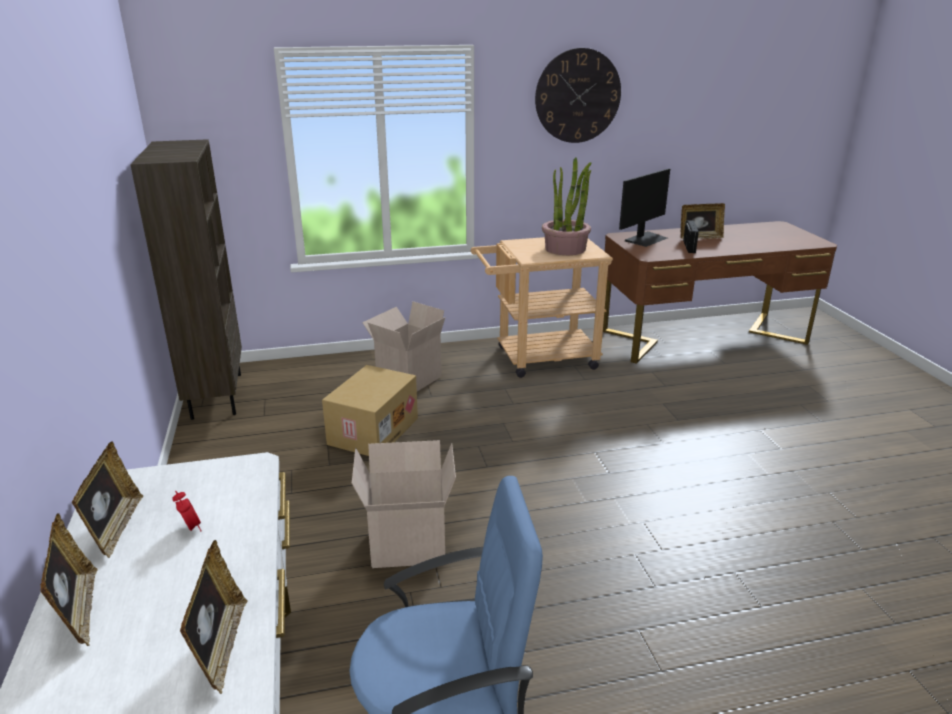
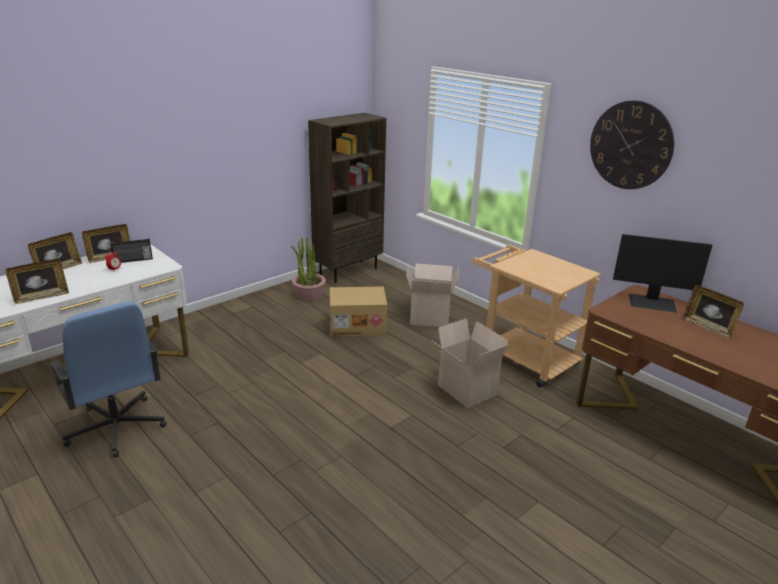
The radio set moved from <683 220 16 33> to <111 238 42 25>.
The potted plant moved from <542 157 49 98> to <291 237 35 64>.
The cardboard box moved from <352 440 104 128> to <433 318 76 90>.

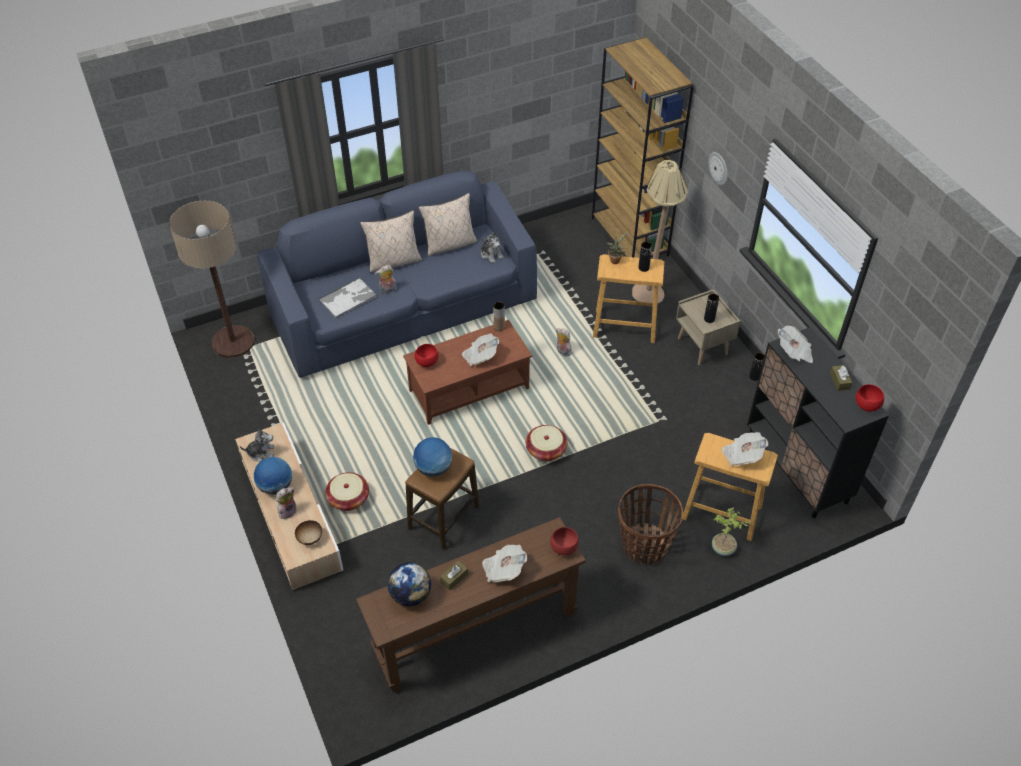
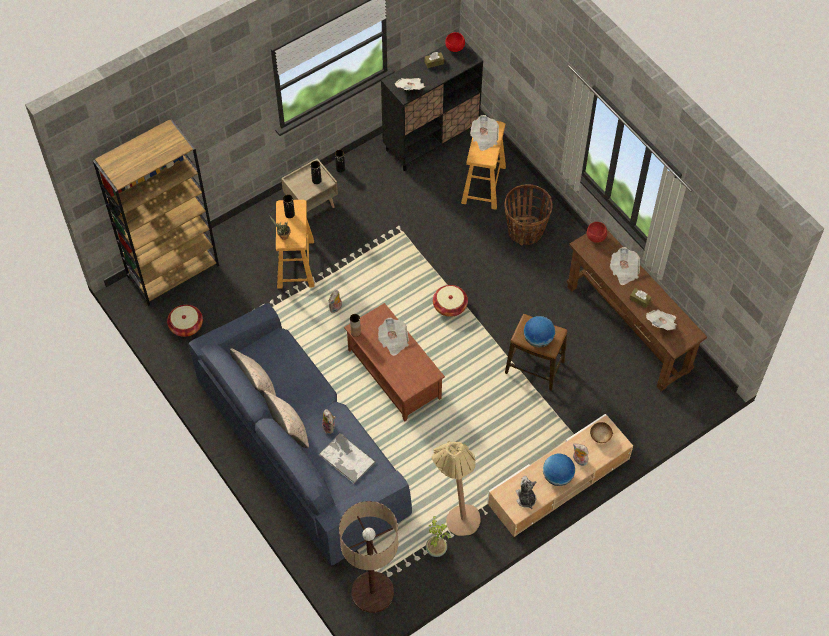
The basket moved from <325 472 44 39> to <167 305 36 32>.
The potted plant moved from <712 507 41 49> to <426 516 25 41>.
The floor lamp (sand-coloured) moved from <632 159 56 144> to <432 440 49 96>.
The globe at <387 562 44 44> was replaced by the newspaper at <646 309 31 22>.
The serving bowl (reddish) at <414 344 24 23> disappeared.
The plush toy at <481 232 23 32> disappeared.
The clock on the wall at <708 152 20 33> disappeared.

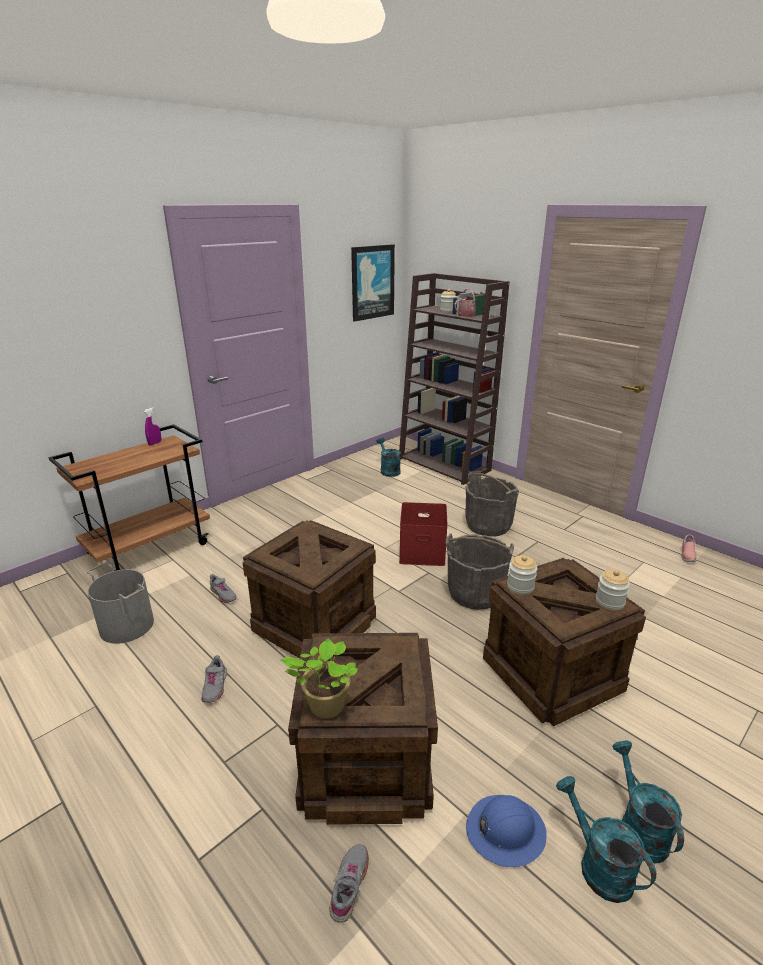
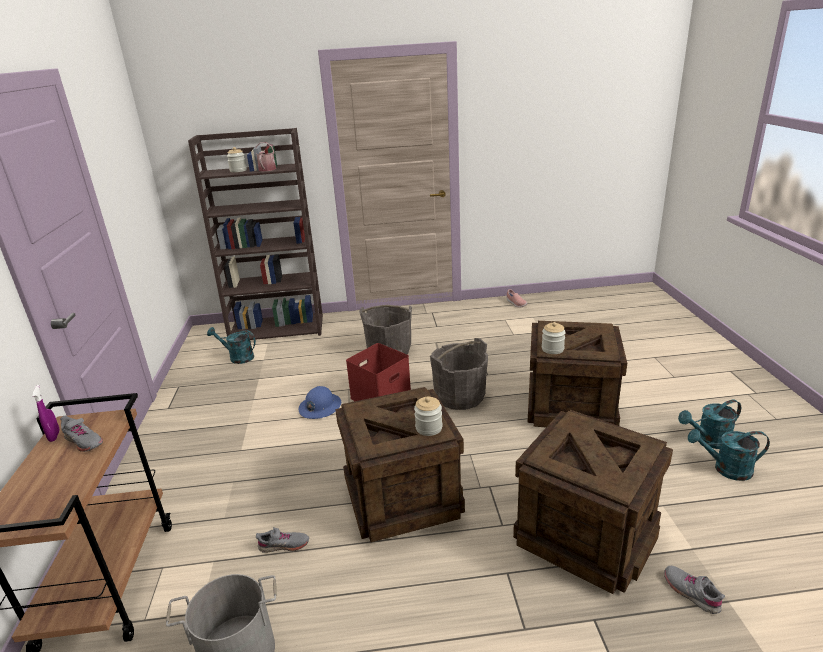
The shoe (grey) moved from <201 655 26 48> to <60 415 43 37>.
The work helmet (blue-coloured) moved from <466 795 81 72> to <298 386 43 33>.
The preserve jar moved from <596 569 34 42> to <414 397 29 39>.
The watering can (turquoise) at <612 740 72 123> turned 45 degrees counterclockwise.
The potted plant at <281 639 77 80> disappeared.
The wall picture at <351 244 44 78> disappeared.

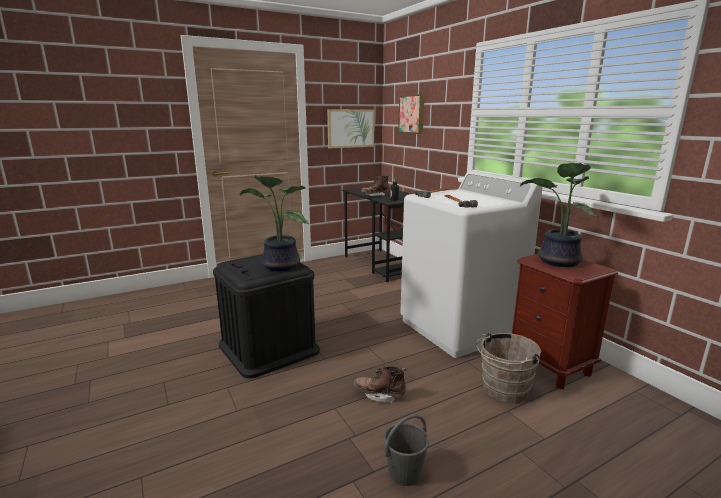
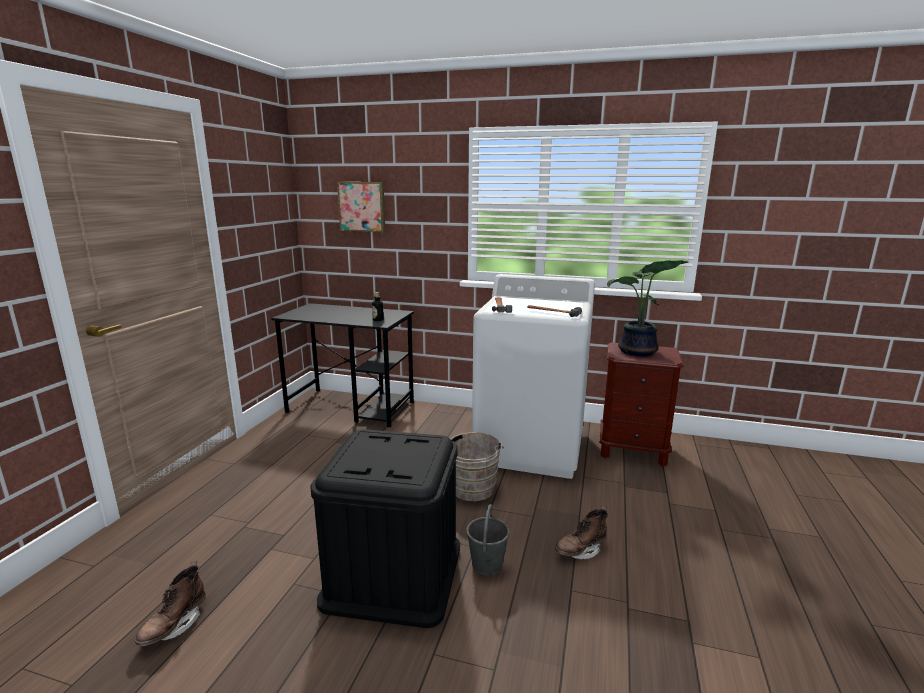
The tall boot (brownish) moved from <361 175 28 21> to <135 561 71 85>.
The pail (brownish) moved from <476 333 65 70> to <451 432 52 70>.
The pail (grey) moved from <384 414 45 72> to <466 504 44 71>.
The potted plant at <240 175 69 96> disappeared.
The wall picture at <327 109 48 39> disappeared.

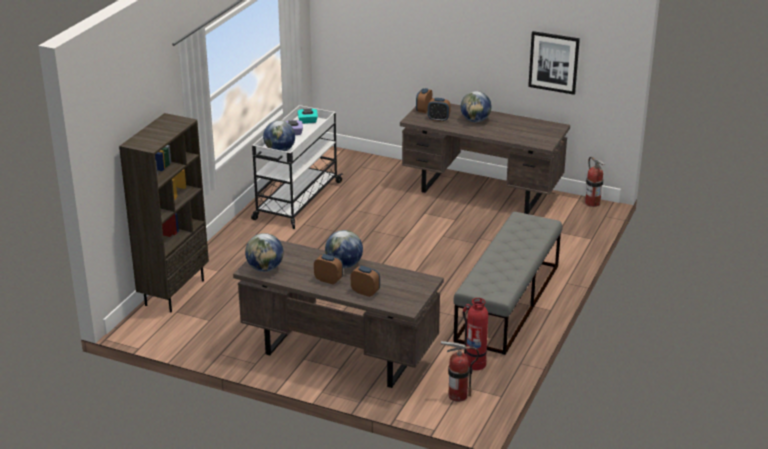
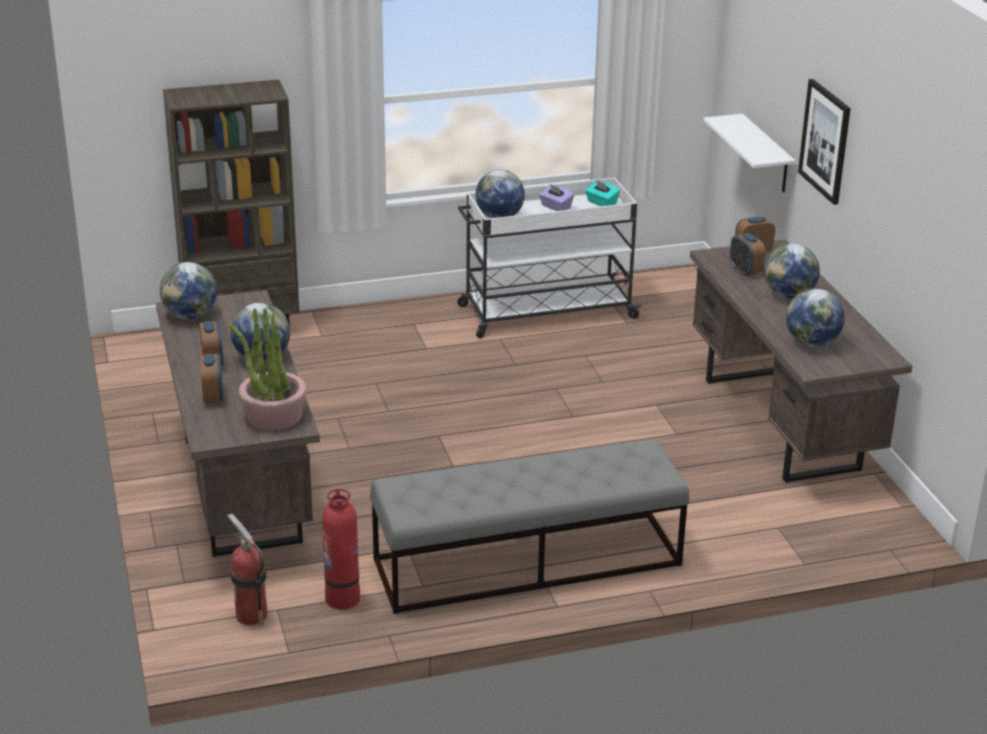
The potted plant at <229 308 78 122> appeared.
The bracket shelf (white-coloured) at <703 114 92 79> appeared.
The globe at <786 289 59 58> appeared.
The wall picture moved from <528 31 52 64> to <798 79 53 126>.
The extinguisher at <585 157 20 50> disappeared.

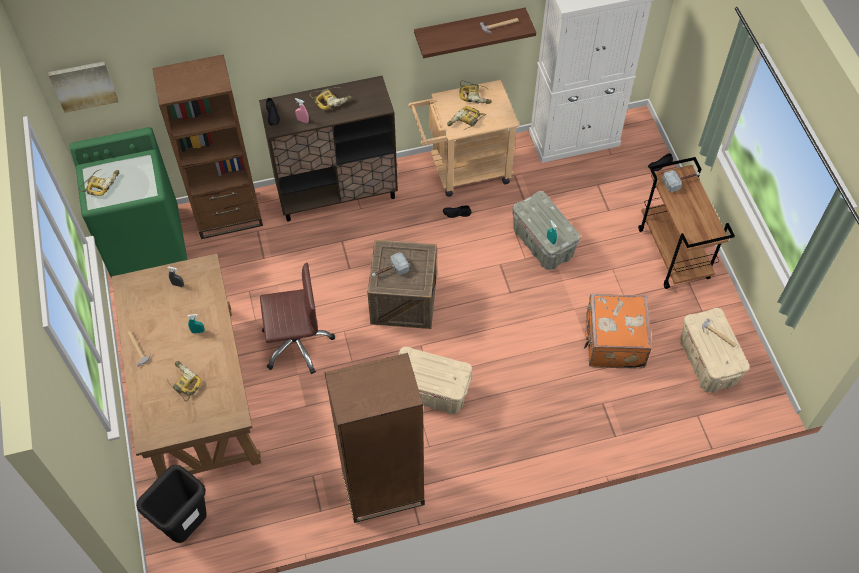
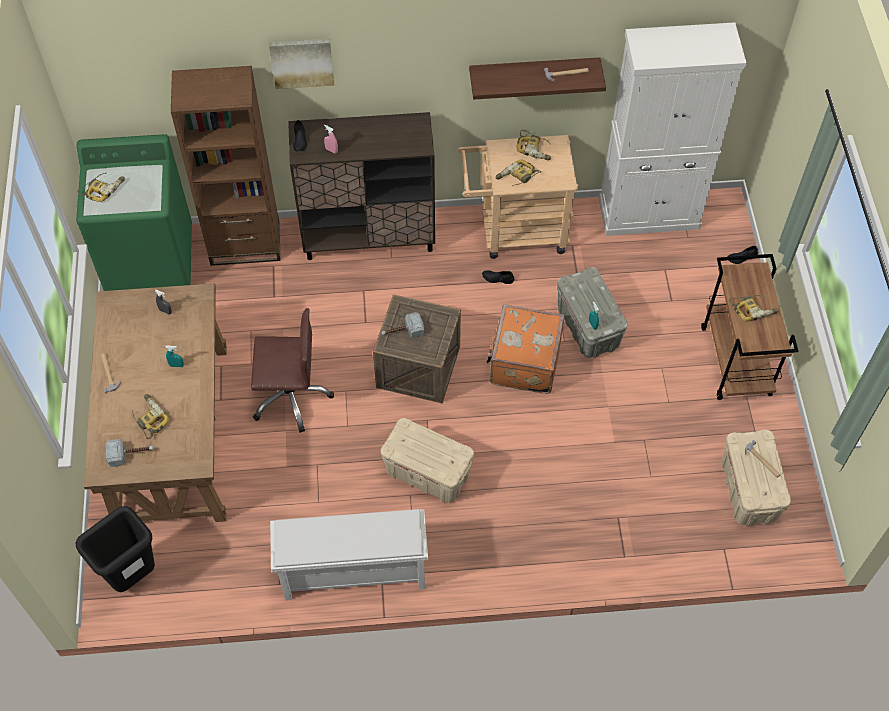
The tool hammer moved from <662 170 38 22> to <106 439 48 28>.
The wall picture moved from <48 62 70 51> to <269 39 65 50>.
The bookcase (brownish) at <324 353 101 170> was replaced by the shoe shelf (white-coloured) at <270 509 158 91>.
The travel case (orangey) moved from <584 294 68 75> to <487 304 78 90>.
The electric drill moved from <310 87 42 23> to <729 295 50 26>.

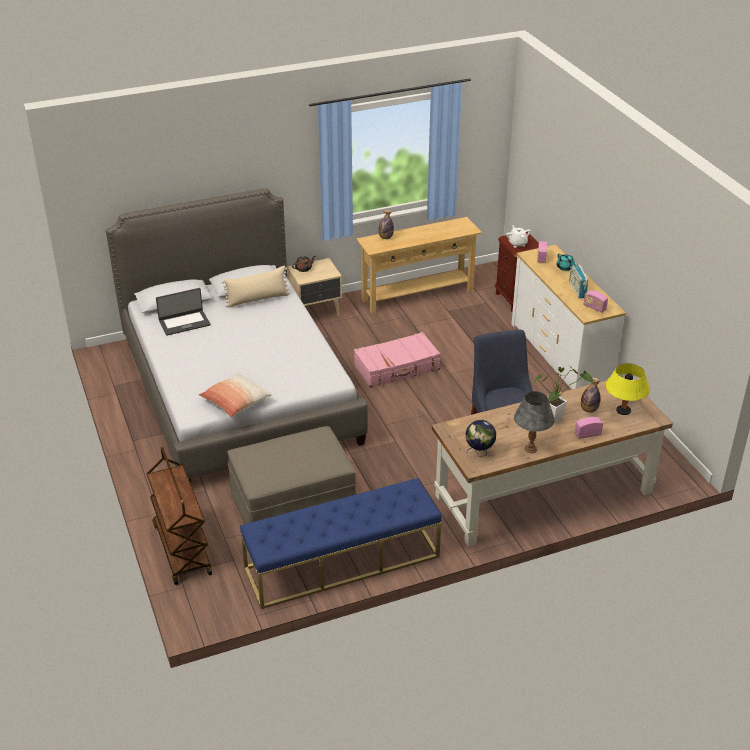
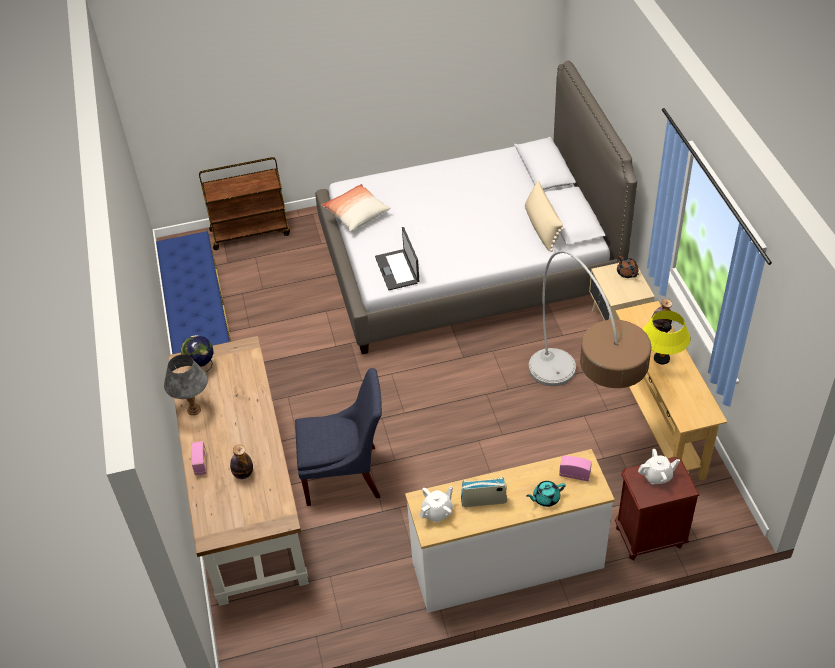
The notebook computer moved from <156 288 54 48> to <375 227 44 63>.
The radio set at <584 290 24 23> was replaced by the teapot (white-coloured) at <420 486 33 37>.
The floor lamp at <528 250 124 138> appeared.
The table lamp (yellow-coloured) moved from <605 363 45 52> to <642 310 48 54>.
The pouffe (sand-coloured) at <227 426 129 98> disappeared.
The travel case (pinkish) at <354 332 87 56> disappeared.
The potted plant at <533 365 60 59> disappeared.

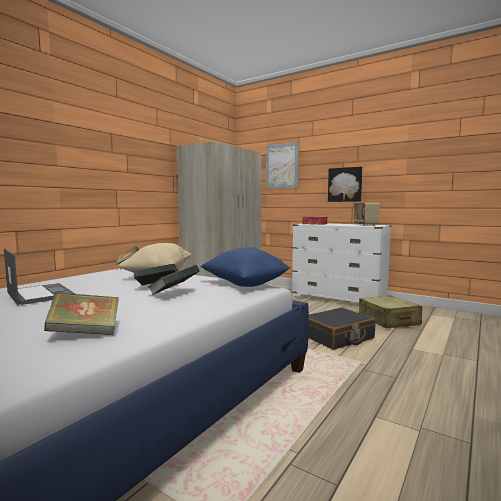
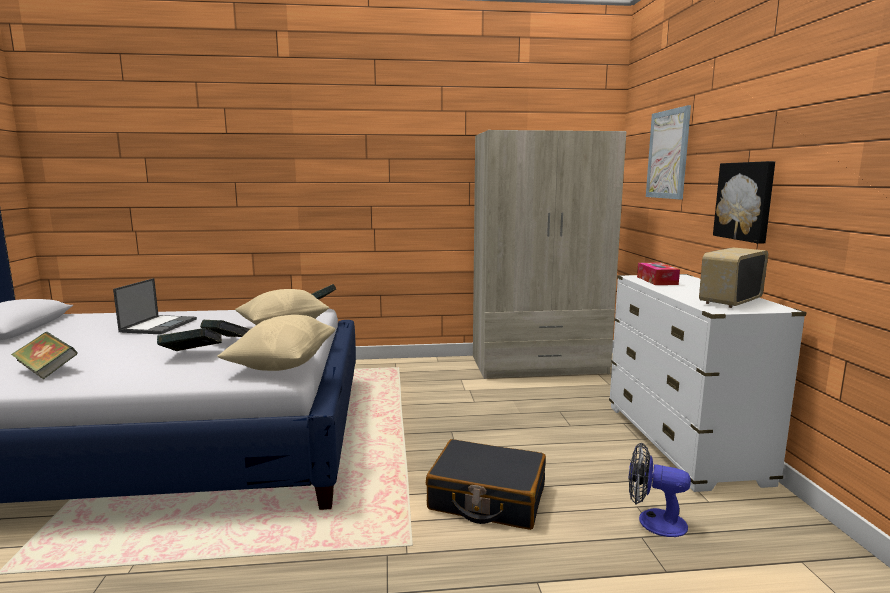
The throw pillow (blue-coloured) at <201 247 89 40> became the throw pillow (sand-coloured) at <217 315 118 56>.
The travel case (sand-coloured) at <359 296 63 32> was replaced by the fan at <628 442 63 95>.

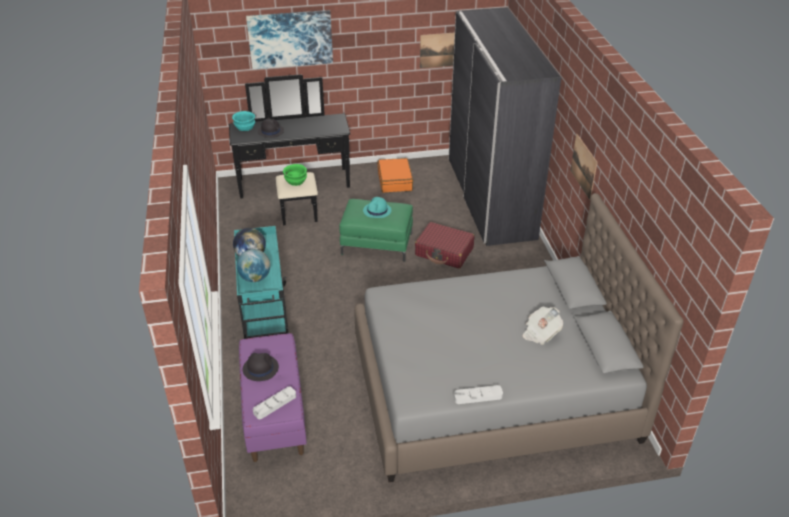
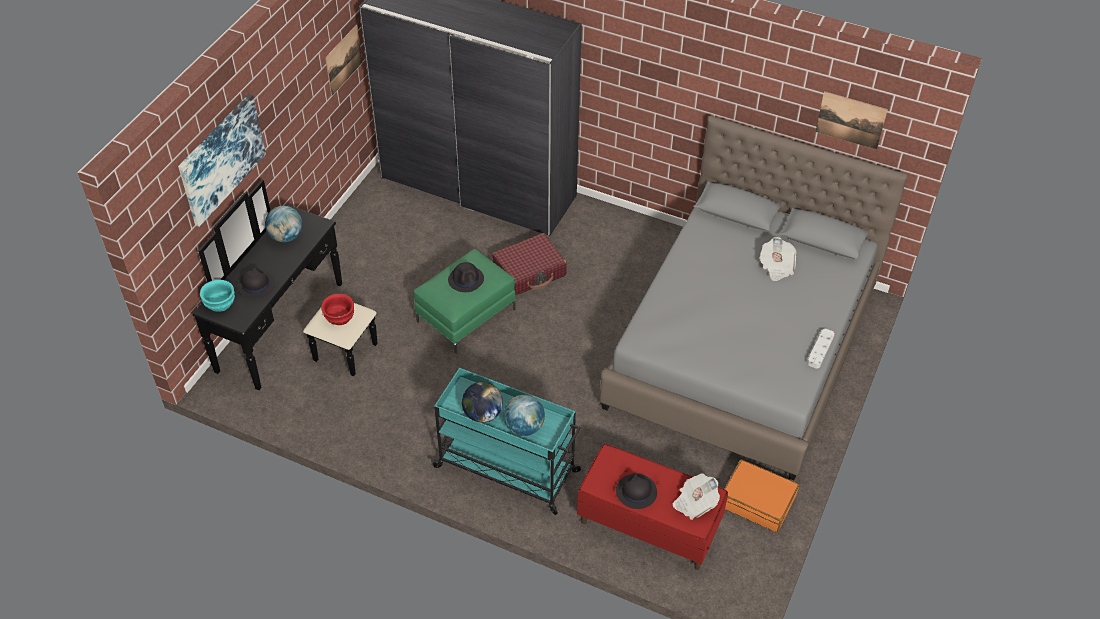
The globe at <265 206 37 36> appeared.
The serving bowl (green) at <283 164 24 22> became the serving bowl (reddish) at <321 294 33 31>.
The hat (turquoise) at <363 197 28 21> became the hat (black-coloured) at <448 262 36 30>.
The indoor bench (purple) at <239 333 68 129> became the indoor bench (reddish) at <577 444 151 126>.
The serving tray (grey) at <253 387 43 32> was replaced by the newspaper at <673 473 47 47>.
The travel case (orangey) moved from <378 158 35 35> to <724 459 75 73>.
The wall picture moved from <570 134 28 66> to <815 91 73 59>.

